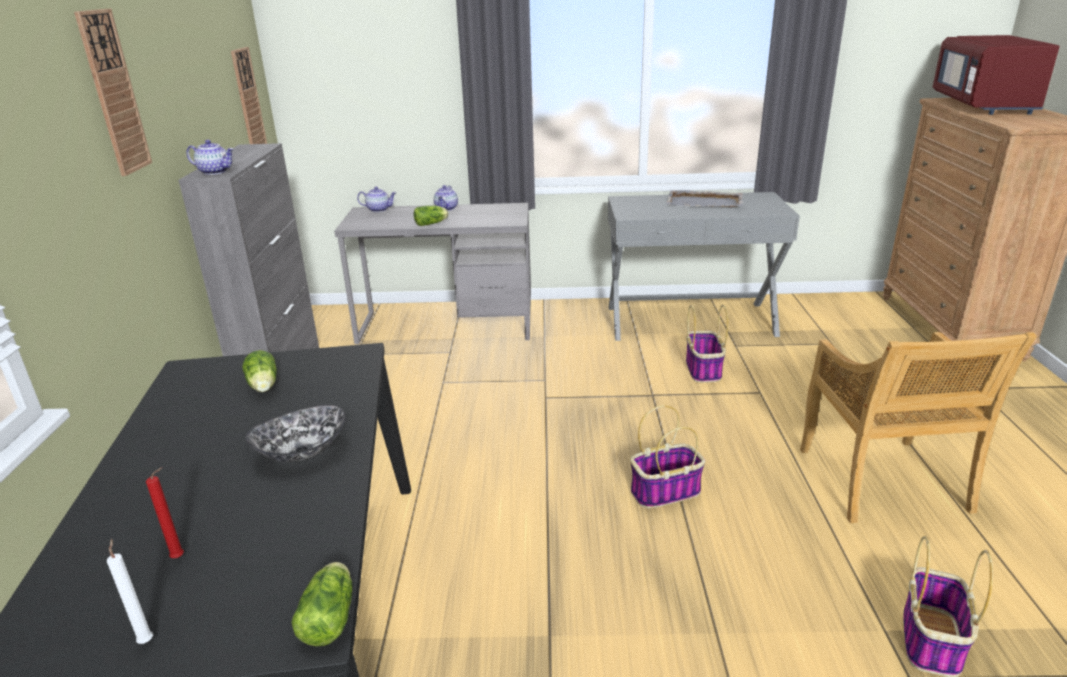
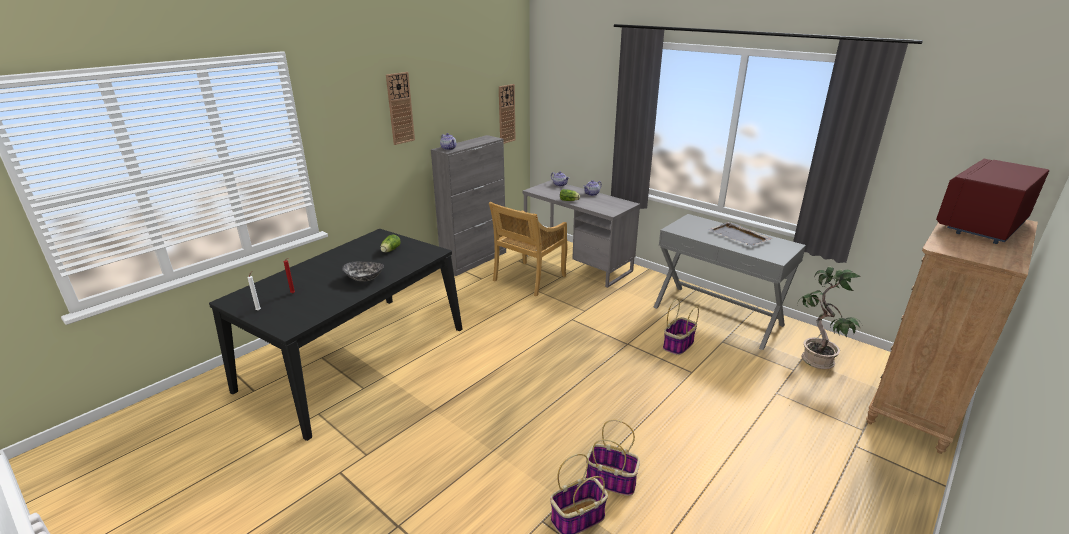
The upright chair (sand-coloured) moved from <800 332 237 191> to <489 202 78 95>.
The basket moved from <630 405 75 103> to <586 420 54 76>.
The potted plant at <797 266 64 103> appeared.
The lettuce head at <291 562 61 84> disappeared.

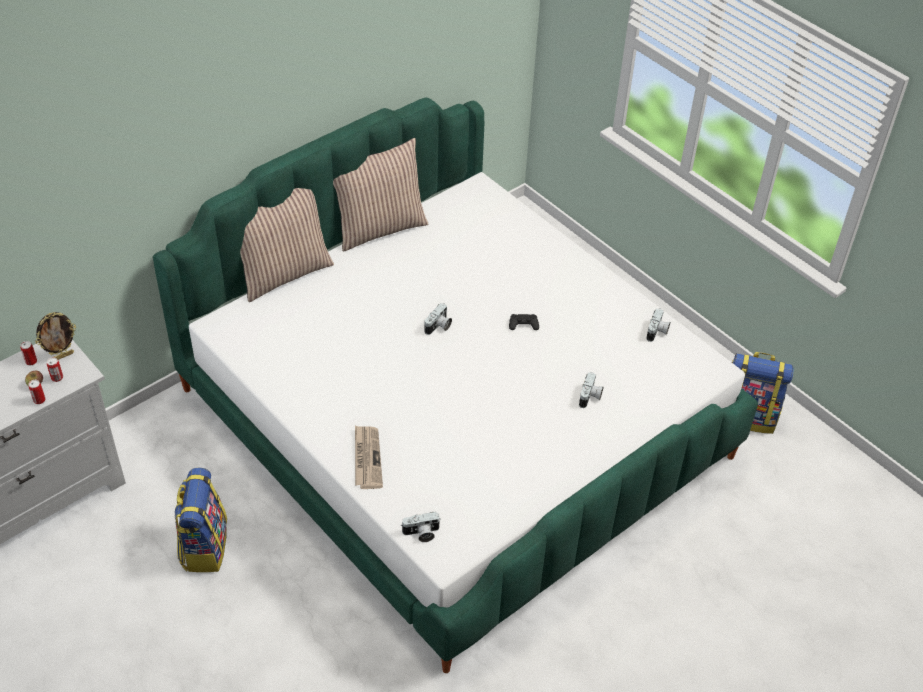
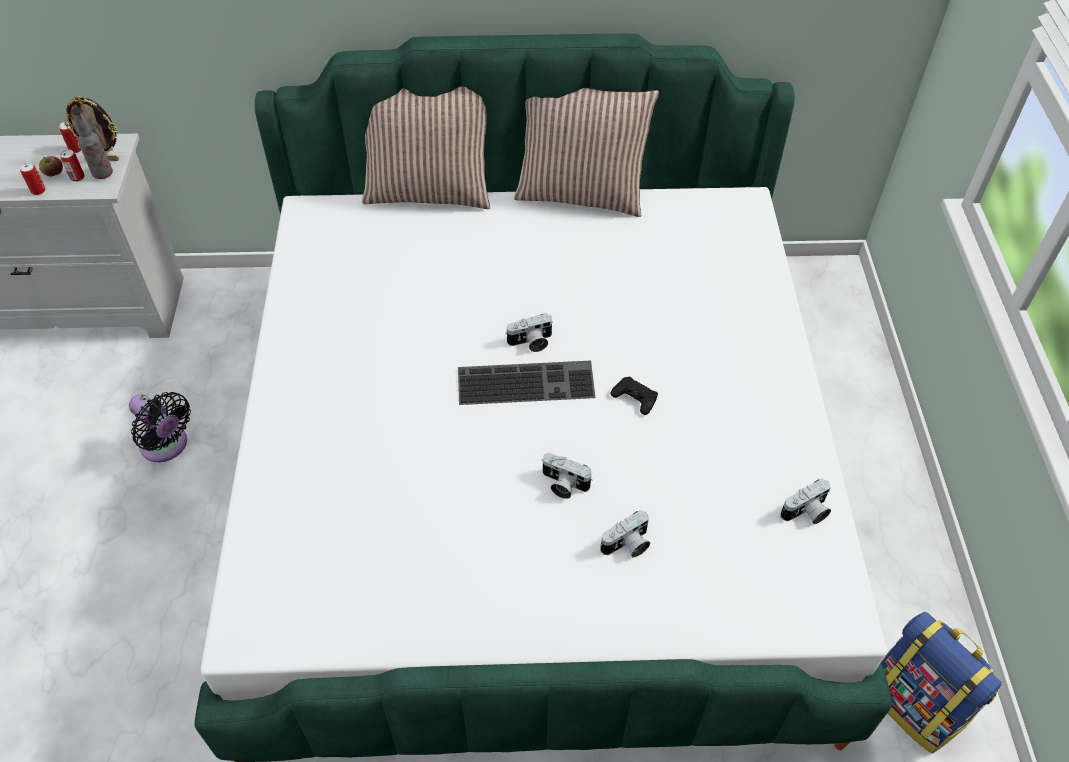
The drink bottle at <71 107 42 72> appeared.
The rucksack at <174 468 53 104> was replaced by the fan (black-coloured) at <129 392 62 70>.
The computer keyboard at <458 360 138 45> appeared.
The photo camera moved from <401 512 39 30> to <541 453 51 46>.
The newspaper at <355 426 28 63> disappeared.

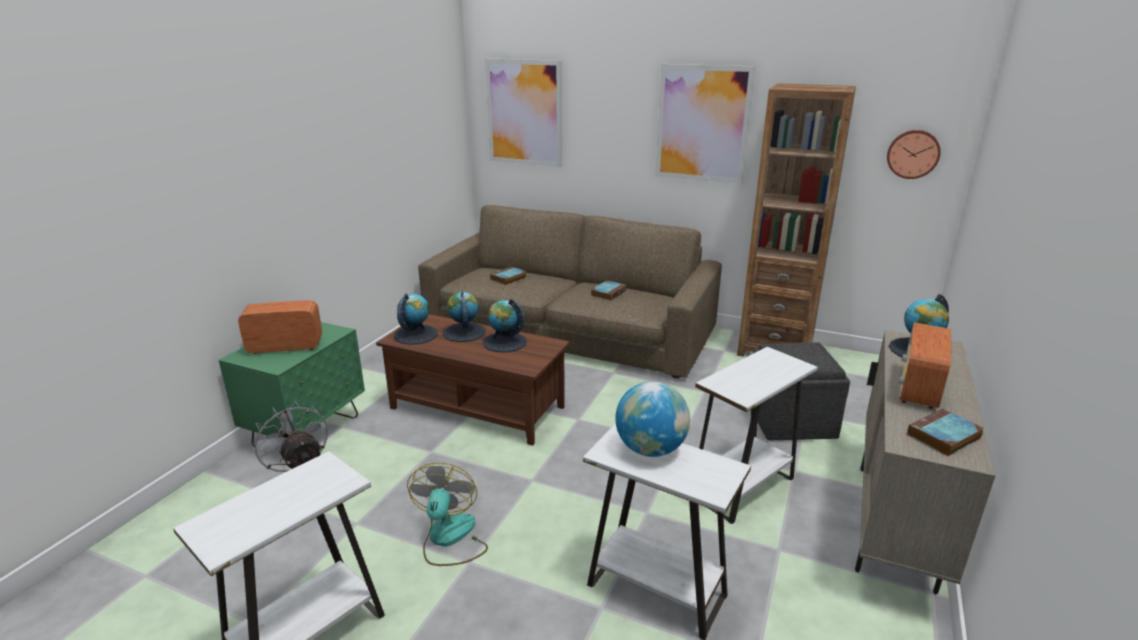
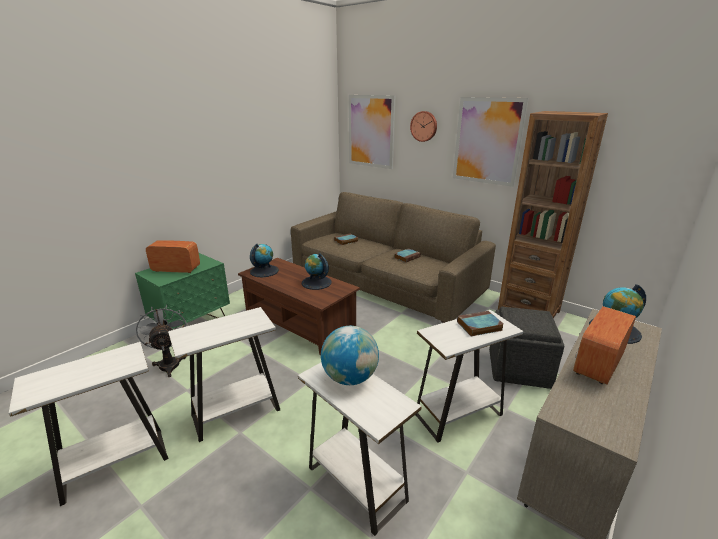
The fan at <407 463 81 103> was replaced by the end table (white-coloured) at <168 307 112 135>.
The clock on the wall moved from <887 130 54 49> to <410 111 27 31>.
The bound book moved from <907 409 77 47> to <457 311 46 25>.
The globe at <443 292 43 50> disappeared.

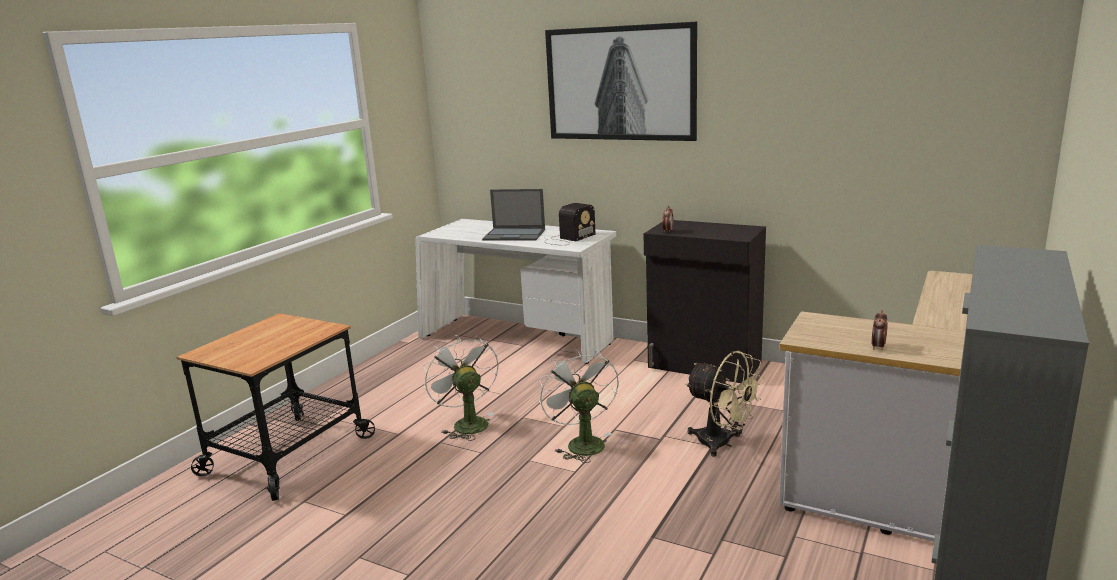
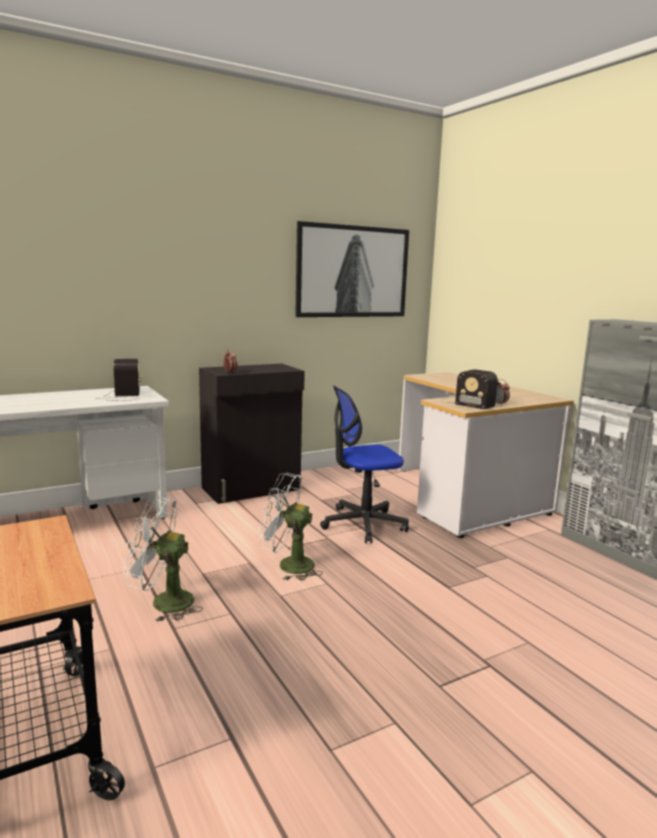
The wall picture moved from <545 22 152 119> to <295 221 114 96>.
The fan (sand-coloured) at <685 351 79 106> was replaced by the desk chair at <320 386 89 158>.
The radio set at <440 369 58 40> appeared.
The notebook computer at <482 189 63 52> disappeared.

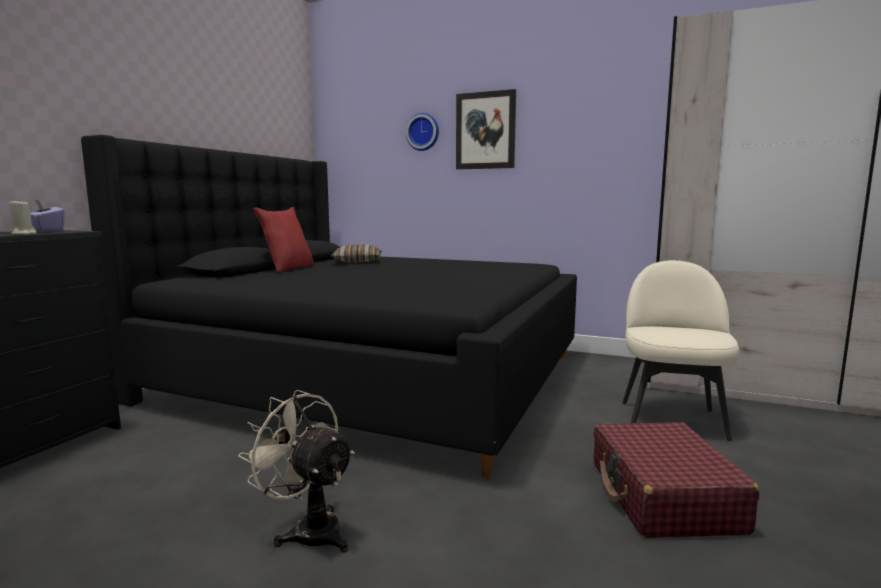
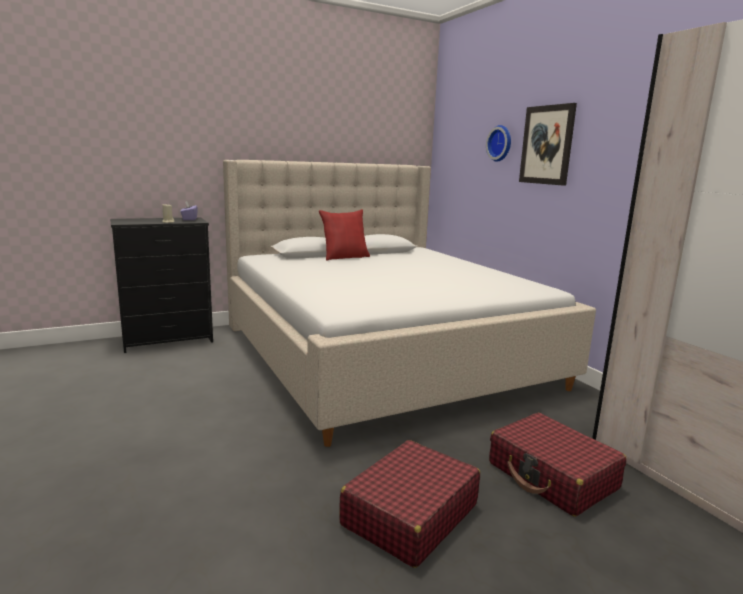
The sleeping bed (black-coloured) at <81 135 496 343> became the sleeping bed (sand-coloured) at <223 160 373 287>.
The upright chair (sand-coloured) at <622 260 117 181> was replaced by the travel case (reddish) at <489 413 138 104>.
The fan (sand-coloured) at <238 390 117 163> disappeared.
The throw pillow at <331 244 51 19> disappeared.

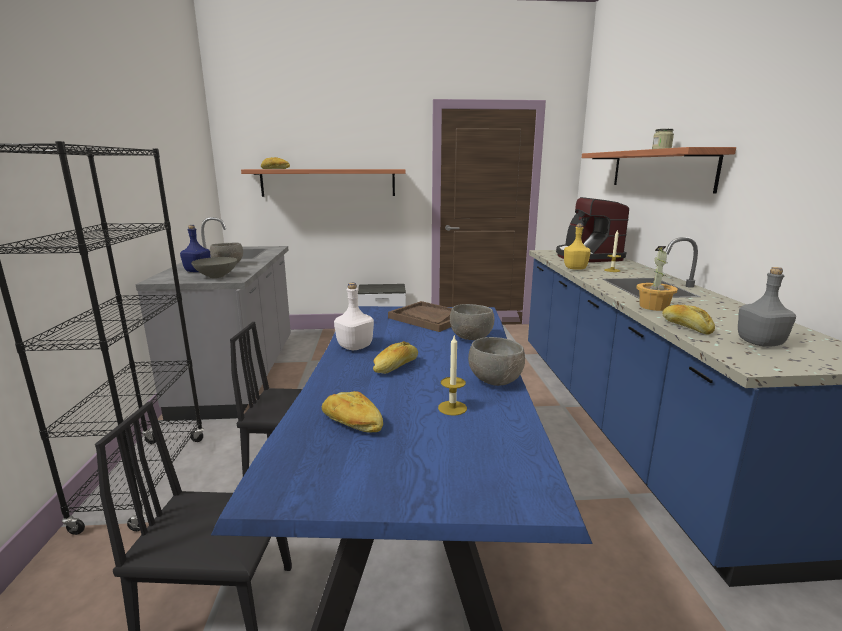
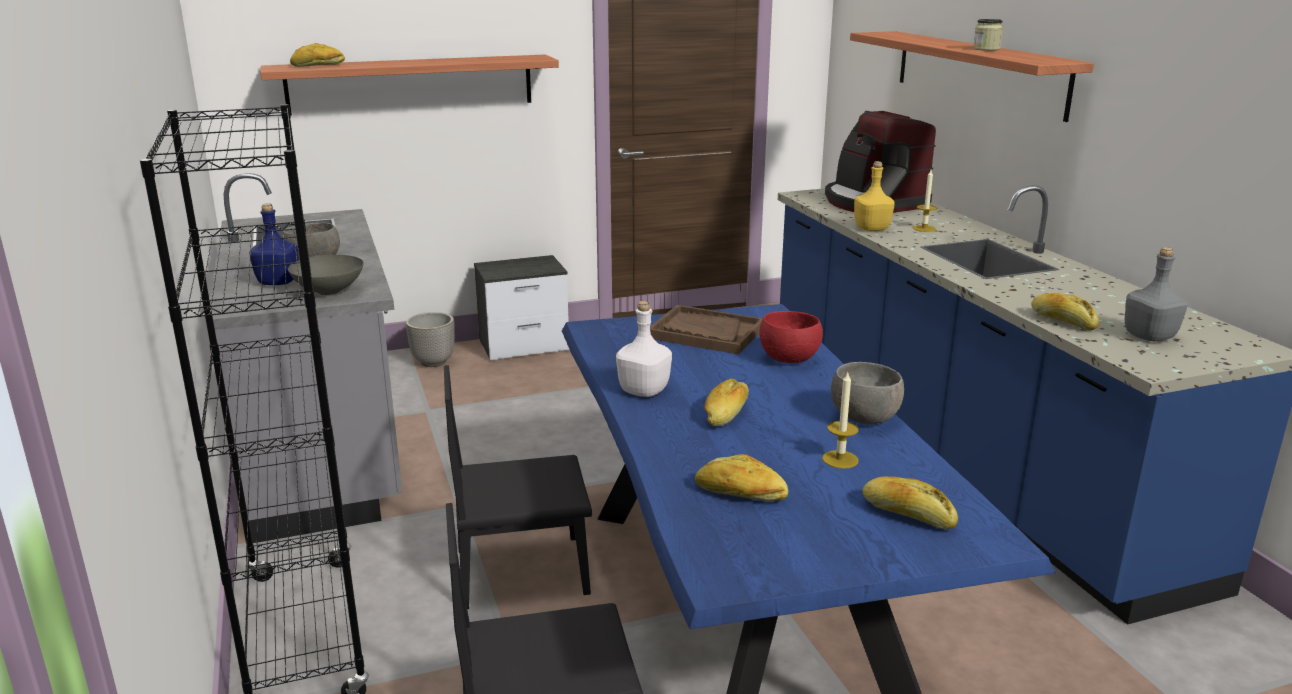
The plant pot at <406 312 49 55> appeared.
The serving bowl (grey) at <450 304 44 36> became the serving bowl (reddish) at <759 311 64 52>.
The bread at <862 476 96 53> appeared.
The potted plant at <636 246 42 65> disappeared.

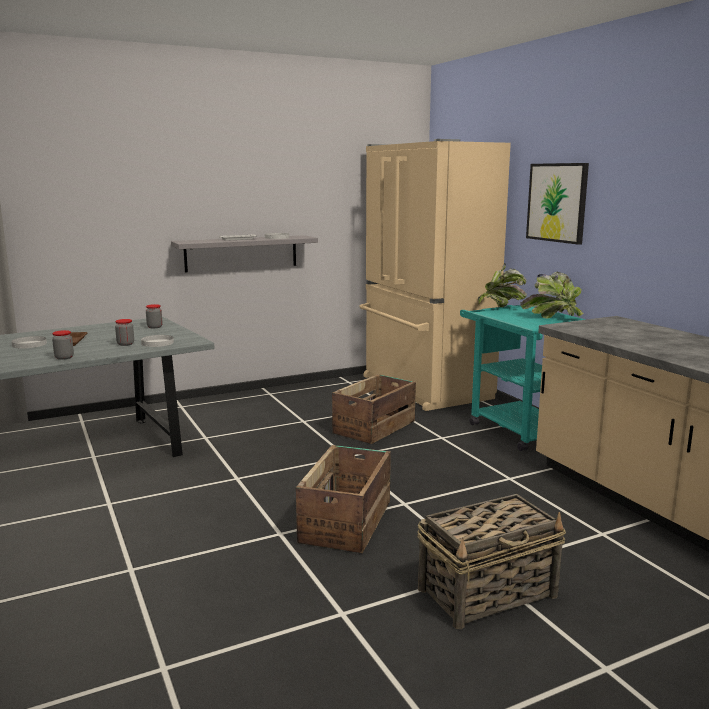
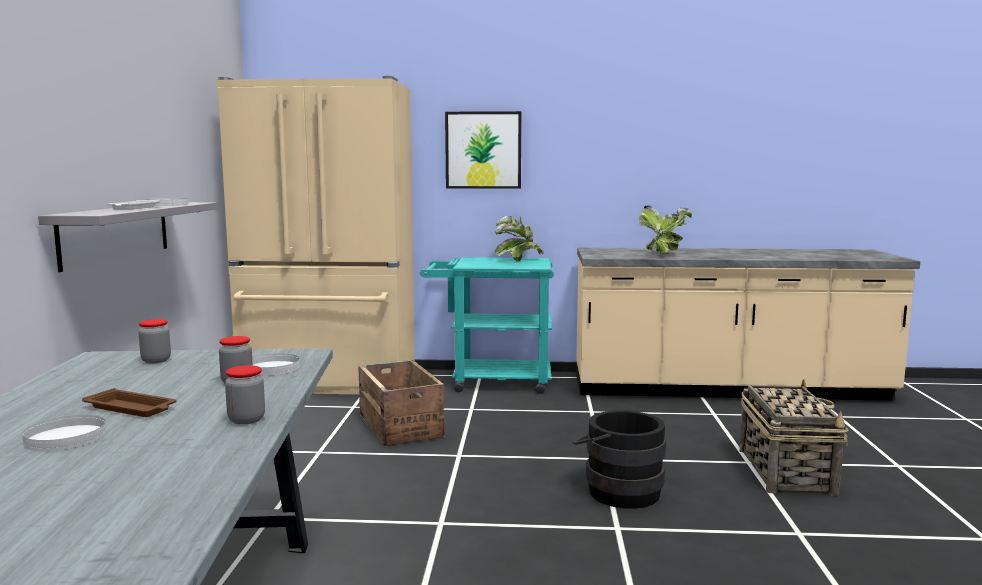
The shipping crate at <296 445 95 108> was replaced by the pail (black-coloured) at <572 410 94 99>.
The potted plant moved from <478 263 49 44> to <639 205 53 48>.

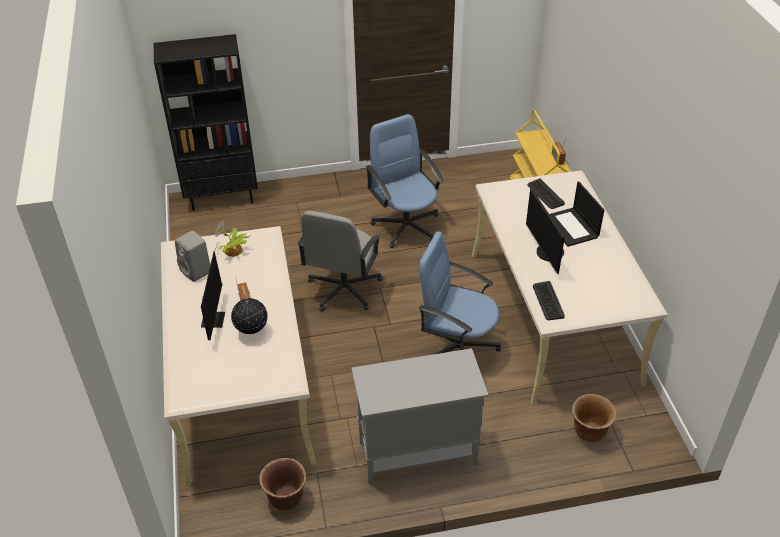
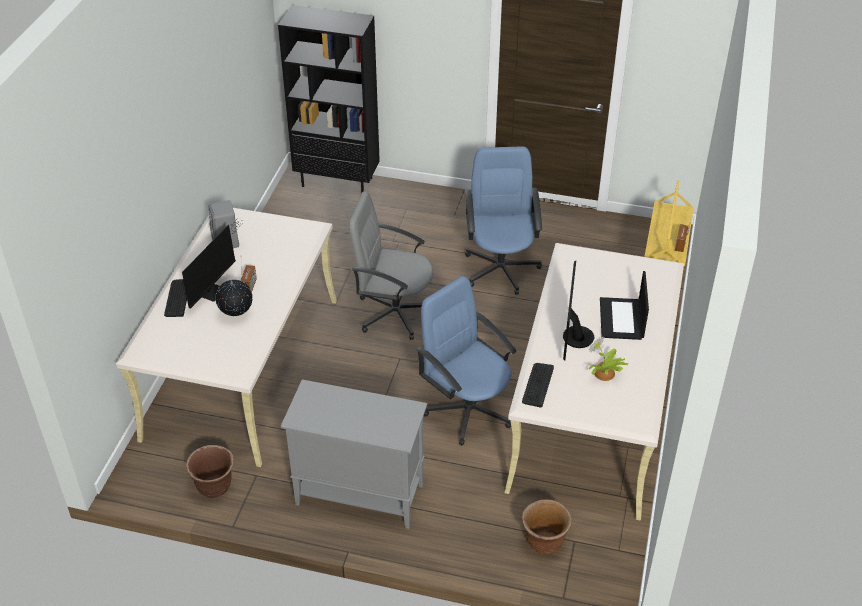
The computer keyboard moved from <527 178 38 31> to <164 279 23 38>.
The desk chair (grey) at <298 211 84 100> turned 60 degrees clockwise.
The potted plant moved from <214 220 36 37> to <589 336 40 45>.

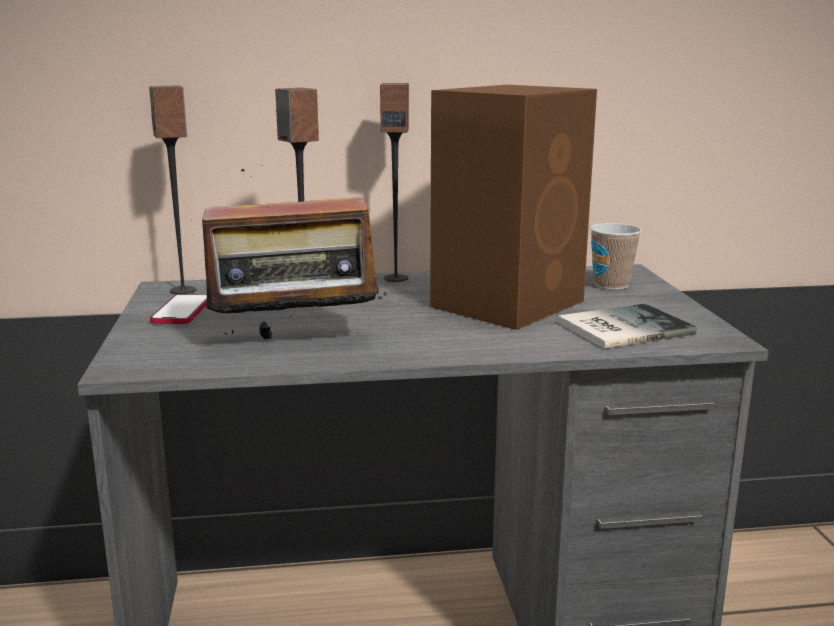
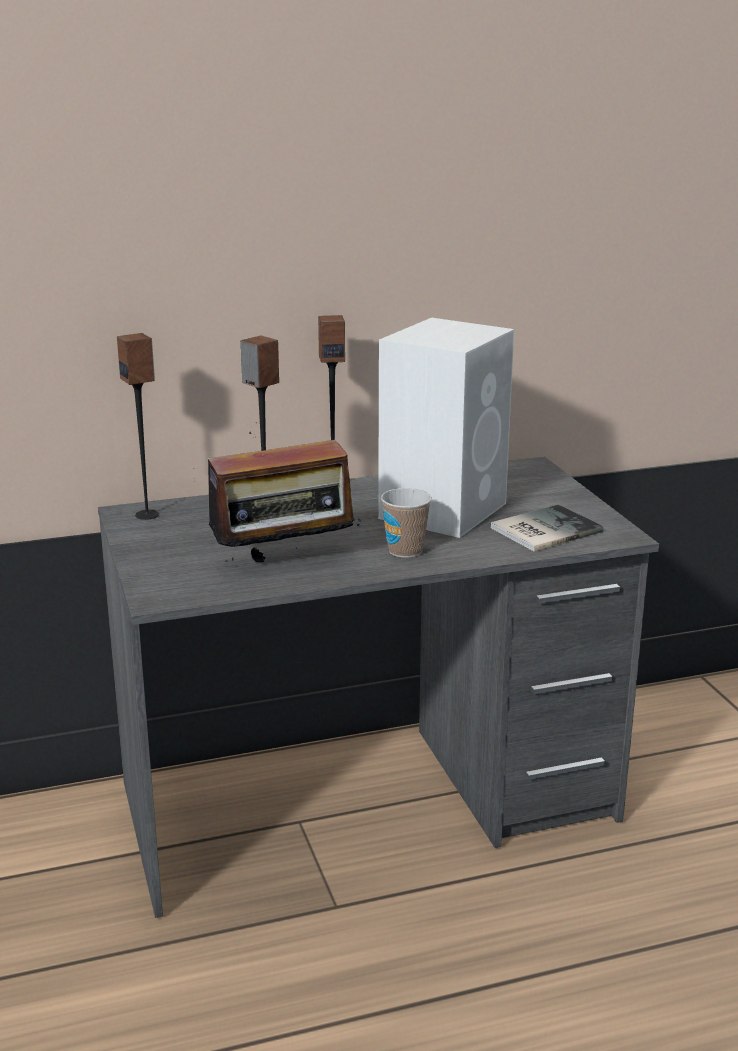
The loudspeaker (brownish) at <430 85 167 245> became the loudspeaker (white-coloured) at <378 318 136 220>.
The cup moved from <590 223 52 67> to <381 488 51 70>.
The phone at <150 294 57 30> disappeared.

